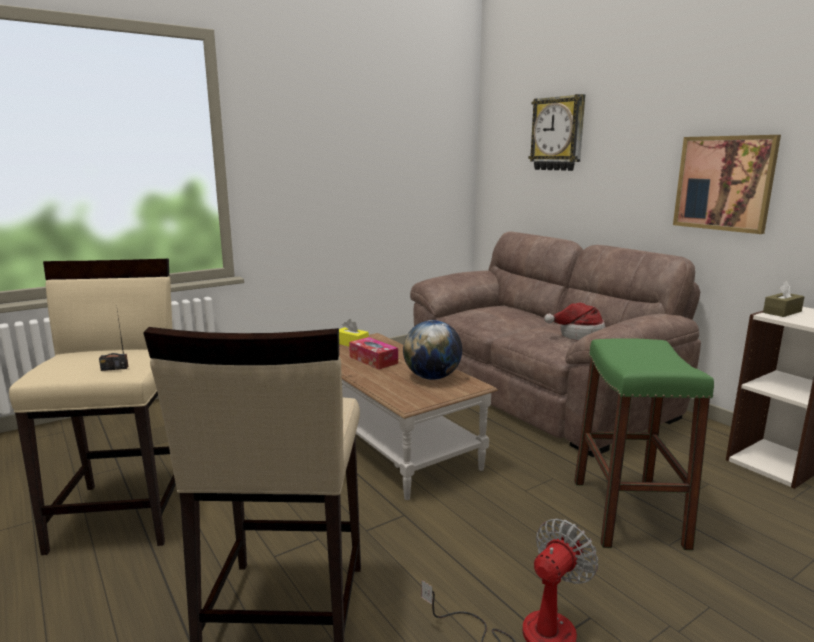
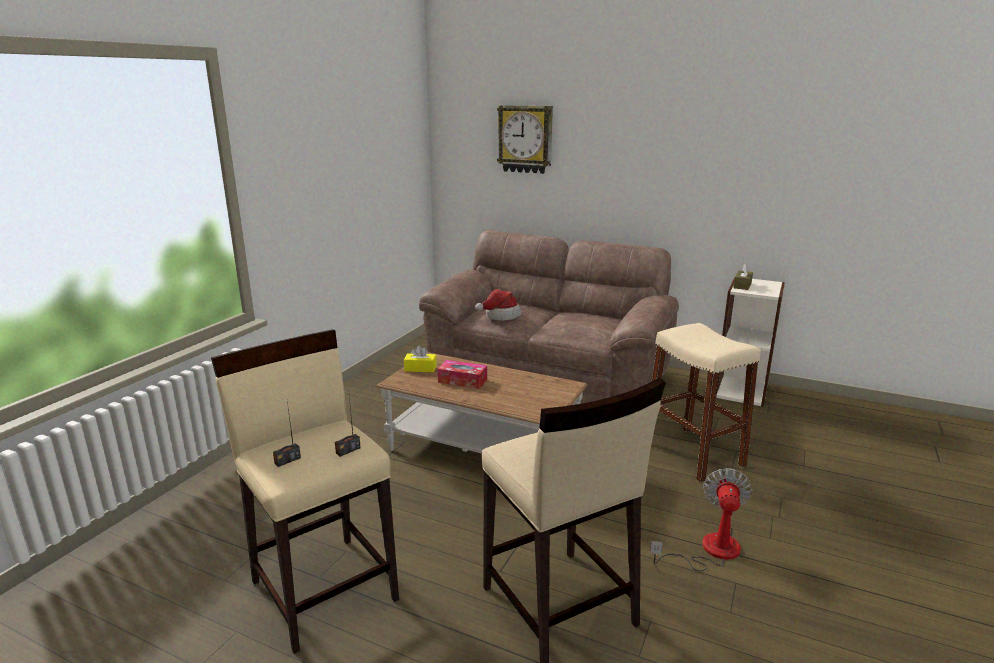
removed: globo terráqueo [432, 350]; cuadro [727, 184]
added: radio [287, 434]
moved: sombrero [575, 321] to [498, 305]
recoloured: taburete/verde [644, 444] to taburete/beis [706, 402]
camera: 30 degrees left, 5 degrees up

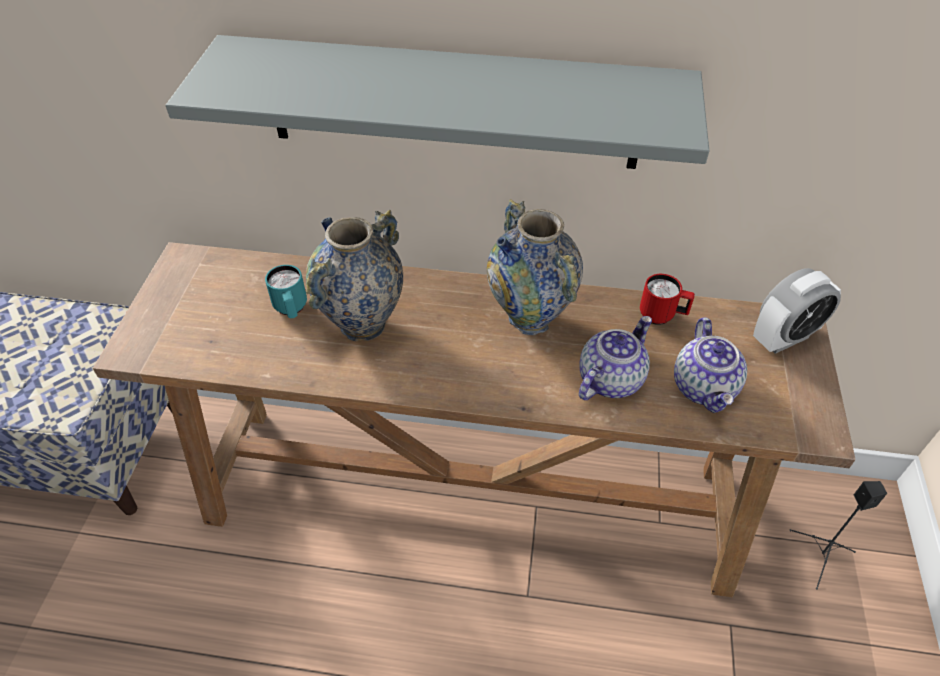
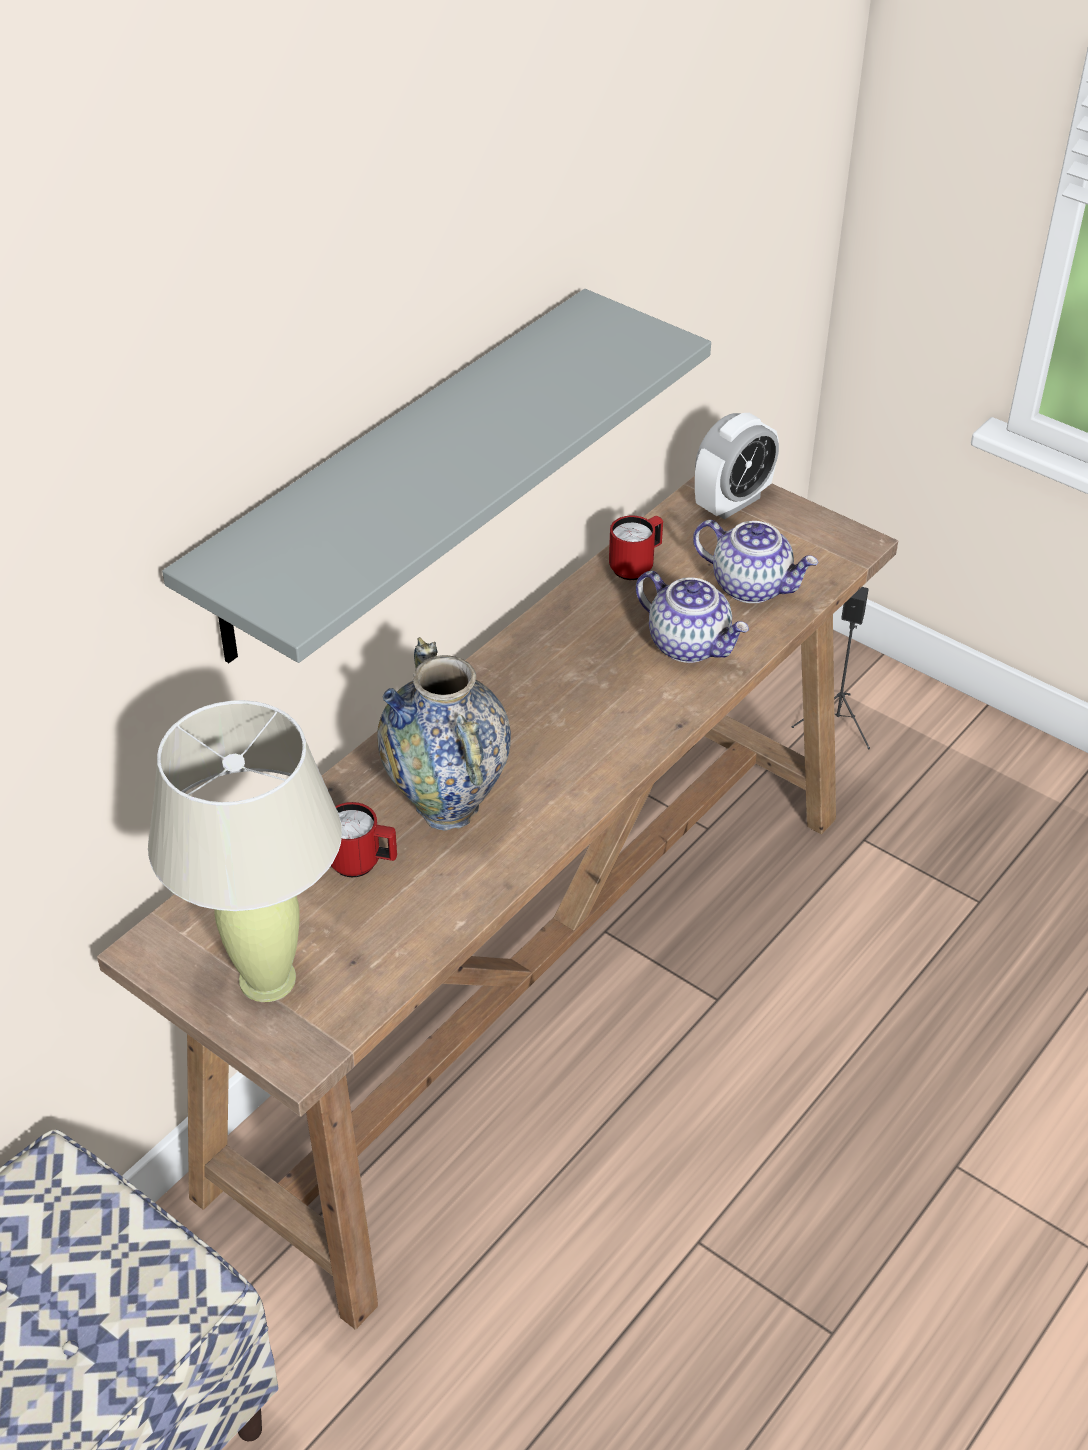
removed: florero [535, 267]
added: lámpara de mesa/beis [245, 851]
recoloured: taza grande/turquesa [286, 291] to taza grande/rojo [364, 839]
turned: tetera [615, 358] = [692, 617] 150 degrees clockwise; despertador [797, 311] = [737, 466] 45 degrees clockwise
camera: 60 degrees left, 5 degrees down

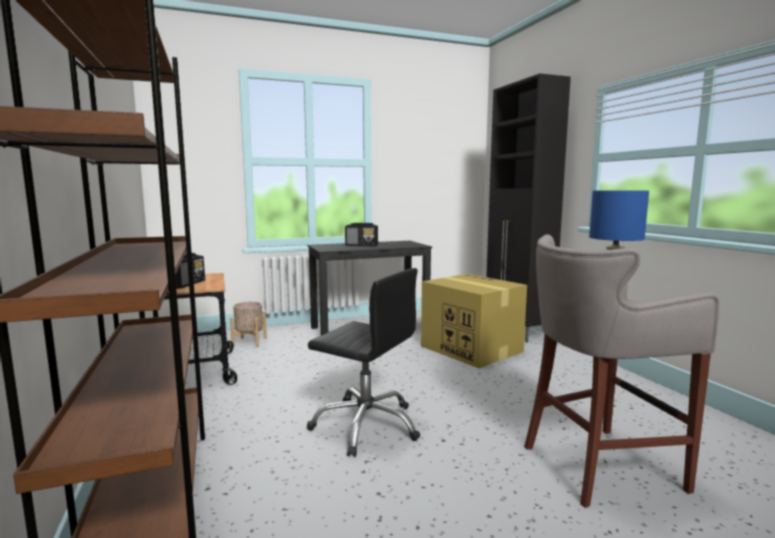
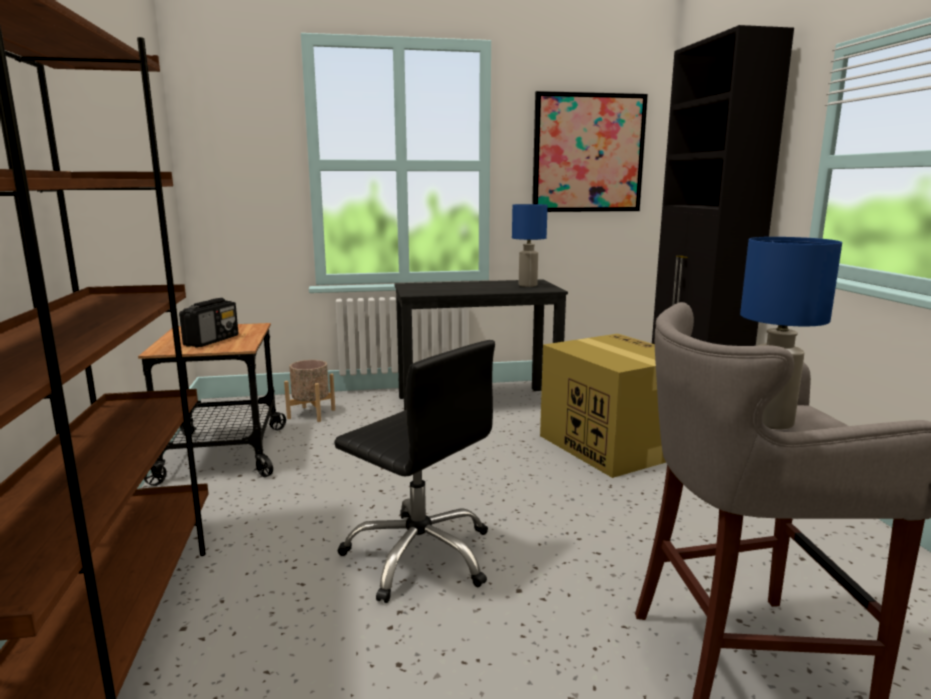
removed: radio [361, 234]
added: lámpara de mesa/azul [530, 245]; cuadro [590, 151]
camera: 10 degrees right, 5 degrees up

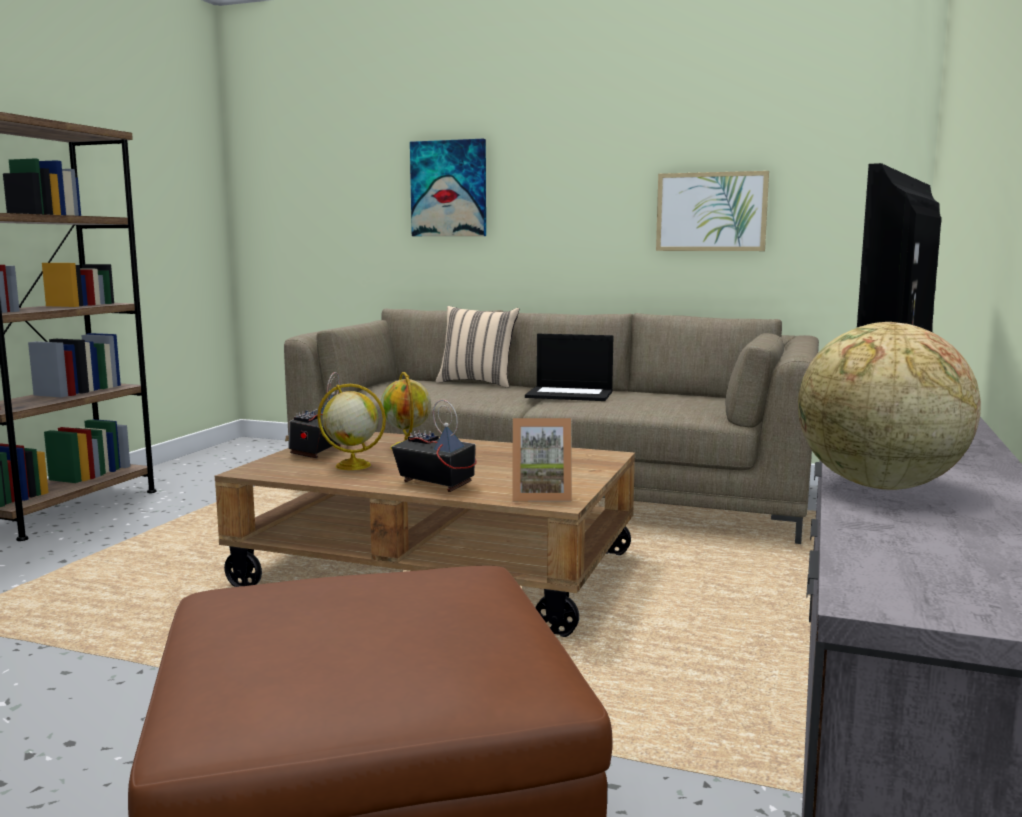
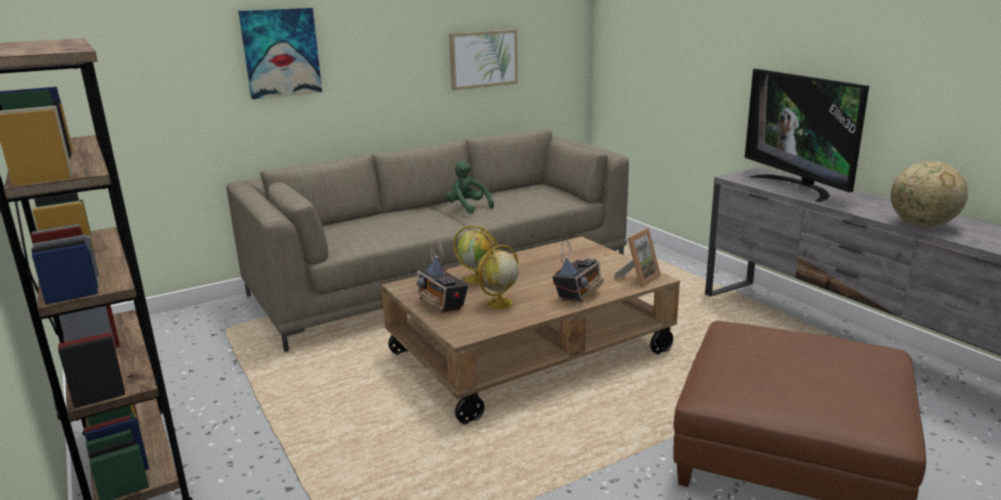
removed: cojín/beis [477, 347]
replaced: portátil [569, 367] to peluche/verde [470, 187]
turned: radio [434, 445] = [578, 271] 135 degrees clockwise
camera: 50 degrees left, 10 degrees up

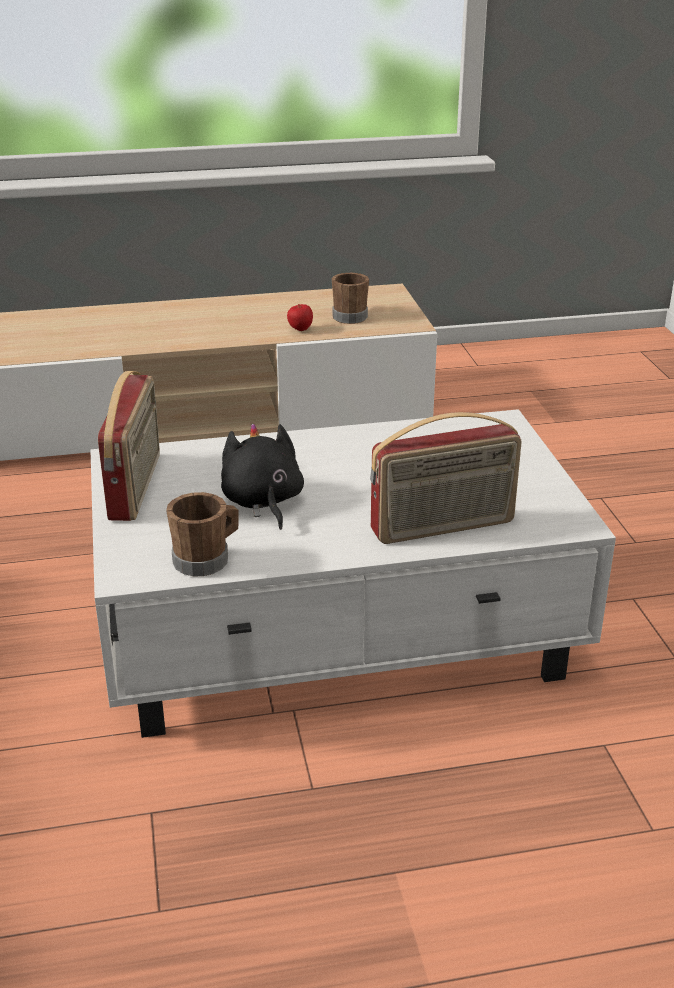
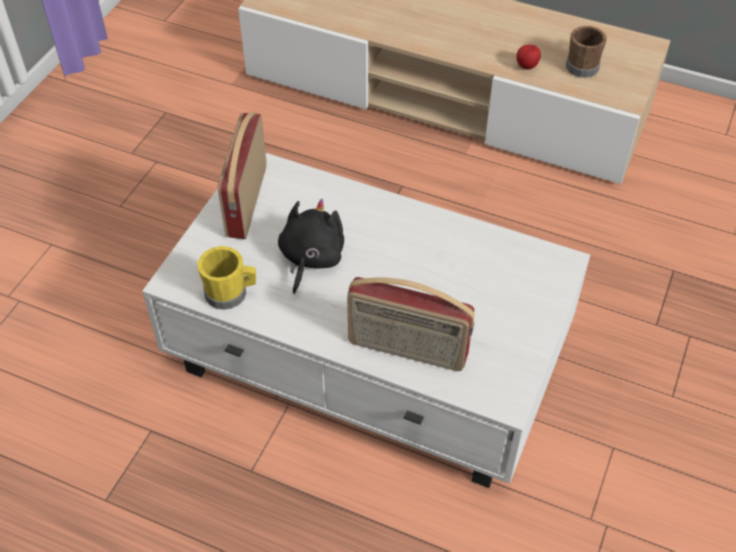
recoloured: taza grande/marrón [202, 534] to taza grande/amarillo [226, 278]
turned: radio [129, 446] = [242, 175] 150 degrees clockwise
camera: 35 degrees right, 20 degrees up

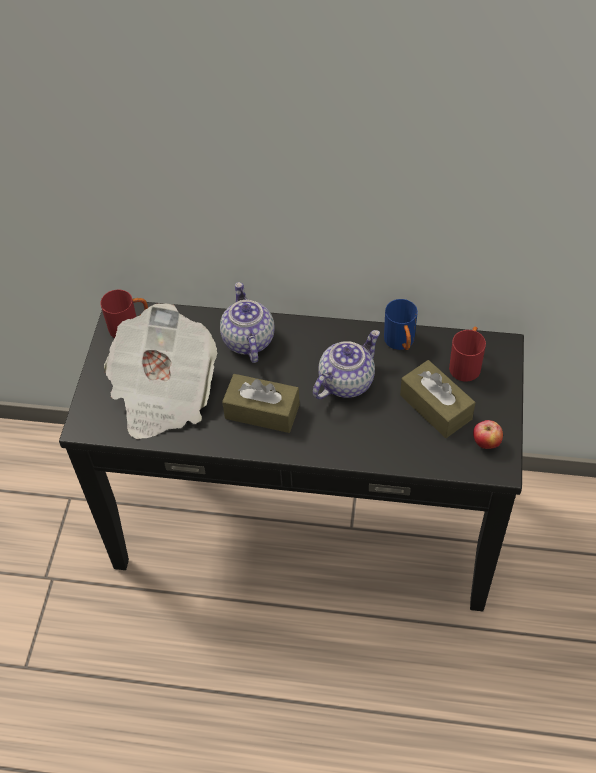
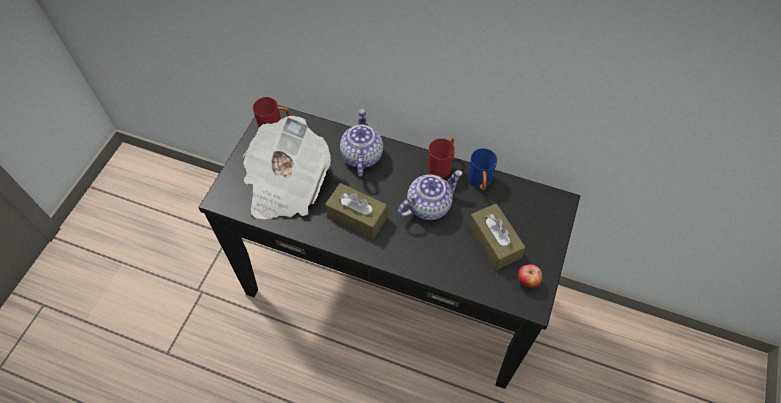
moved: taza grande/rojo [467, 354] to [441, 157]
camera: 10 degrees right, 5 degrees up

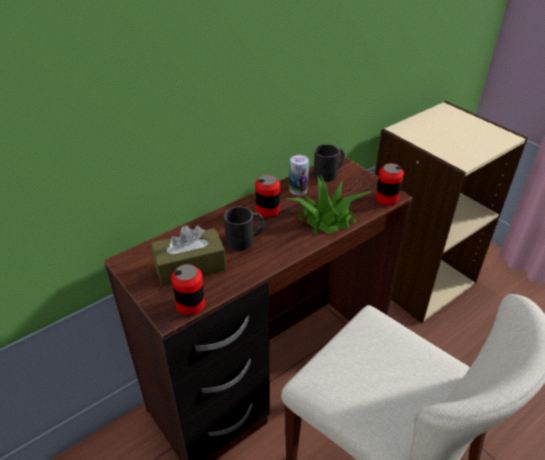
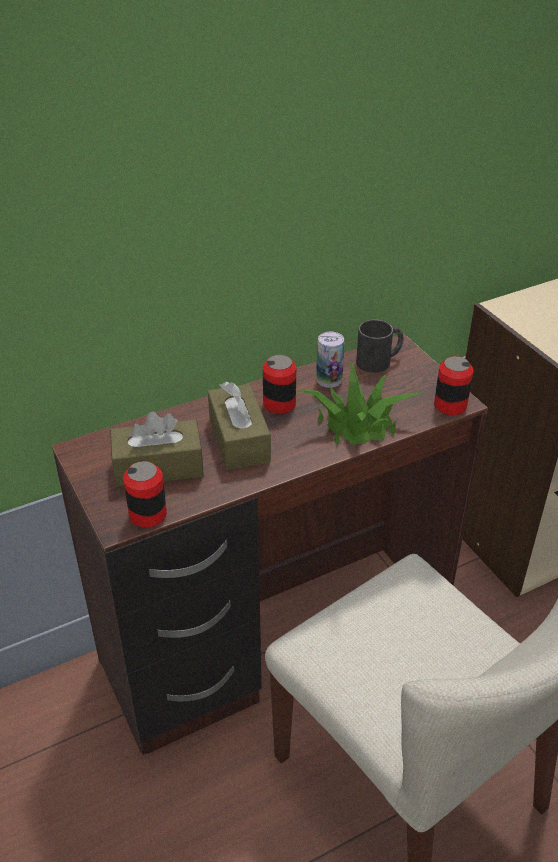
replaced: taza grande/negro [244, 229] to caja de pañuelos/marrón [239, 426]
camera: 10 degrees right, 0 degrees up

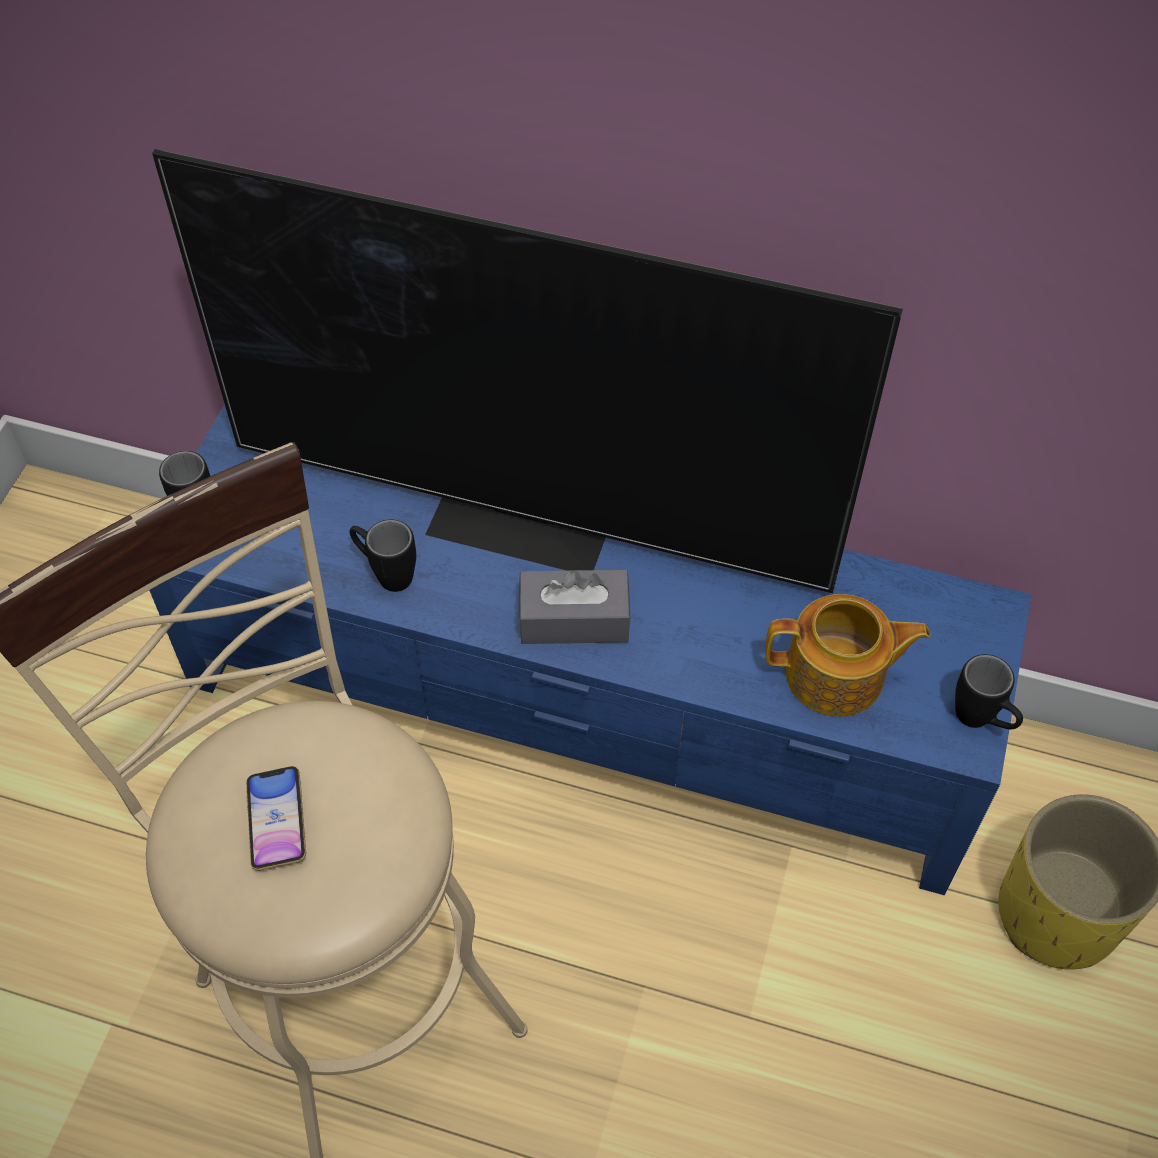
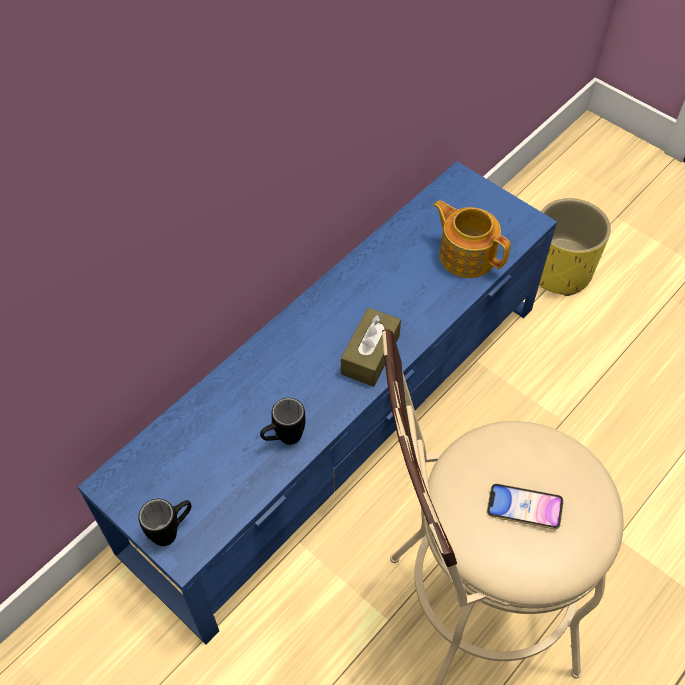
removed: televisor [527, 371]; taza grande/negro [989, 692]
recoloured: caja de pañuelos/gris [575, 607] to caja de pañuelos/marrón [371, 347]
turned: tetera [848, 655] = [471, 239] 75 degrees counterclockwise
camera: 65 degrees left, 0 degrees up

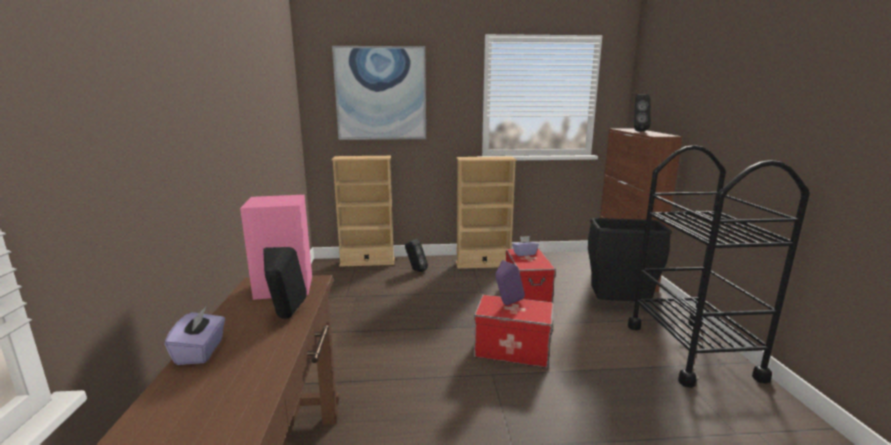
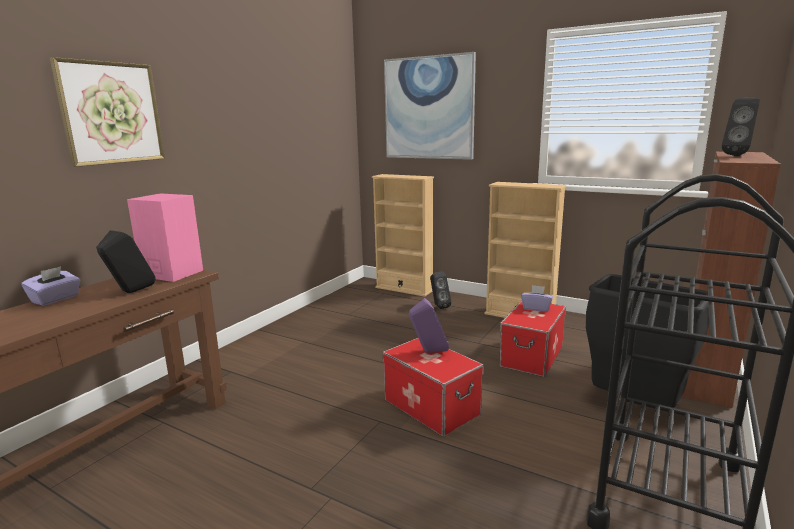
added: cuadro [107, 112]
camera: 35 degrees right, 0 degrees up

